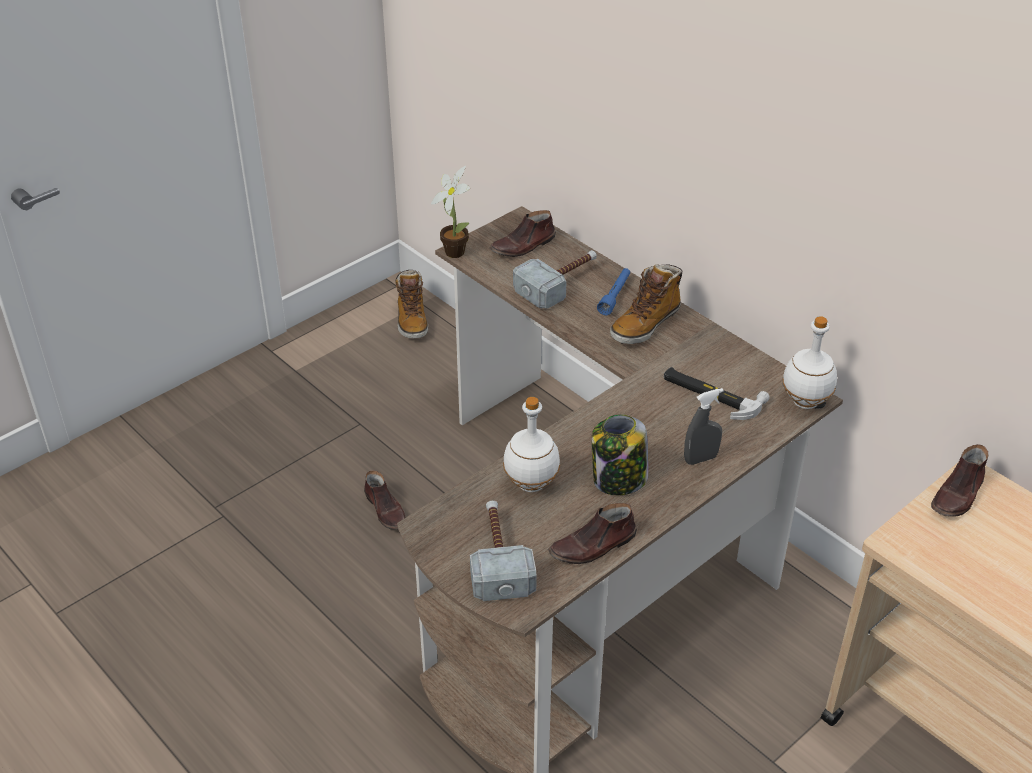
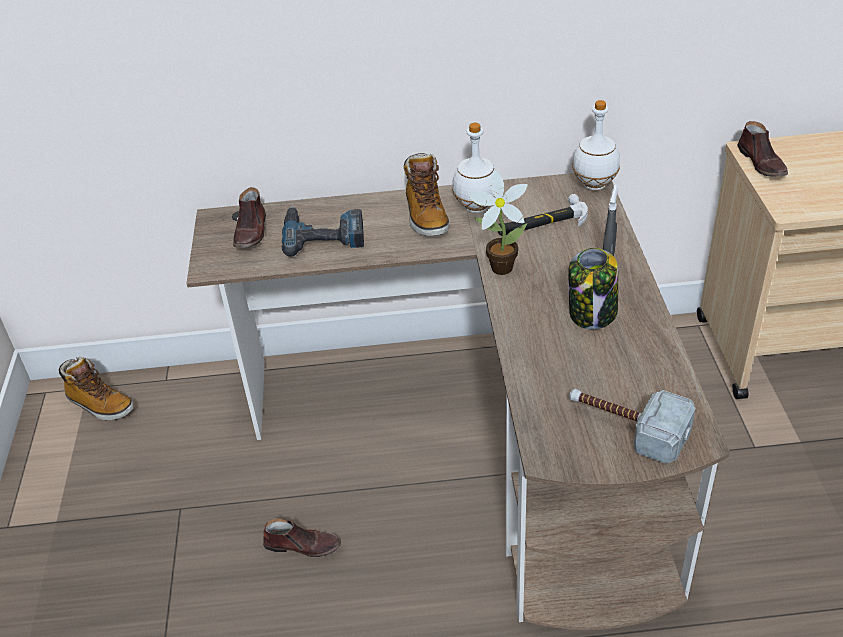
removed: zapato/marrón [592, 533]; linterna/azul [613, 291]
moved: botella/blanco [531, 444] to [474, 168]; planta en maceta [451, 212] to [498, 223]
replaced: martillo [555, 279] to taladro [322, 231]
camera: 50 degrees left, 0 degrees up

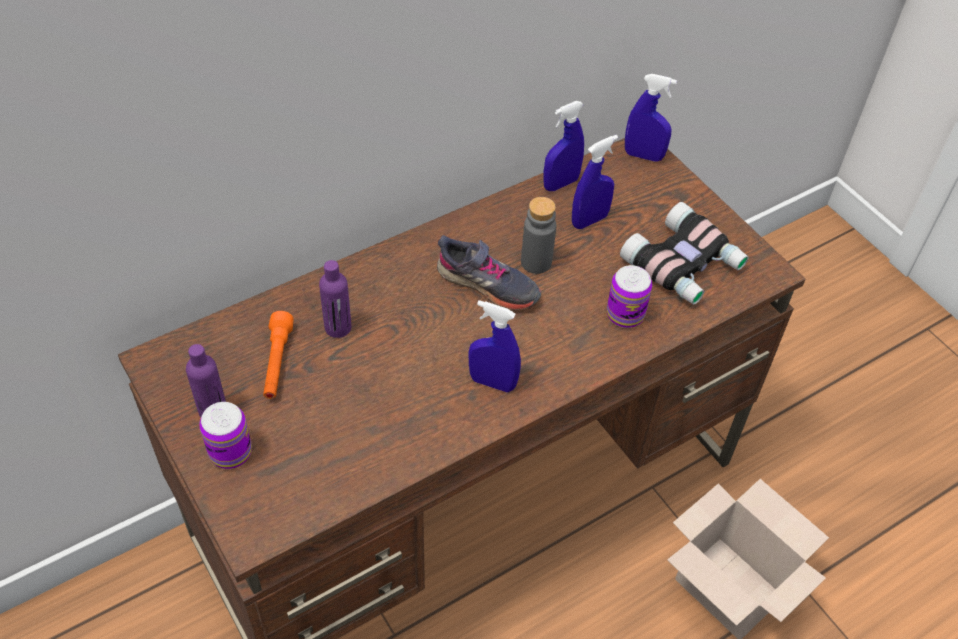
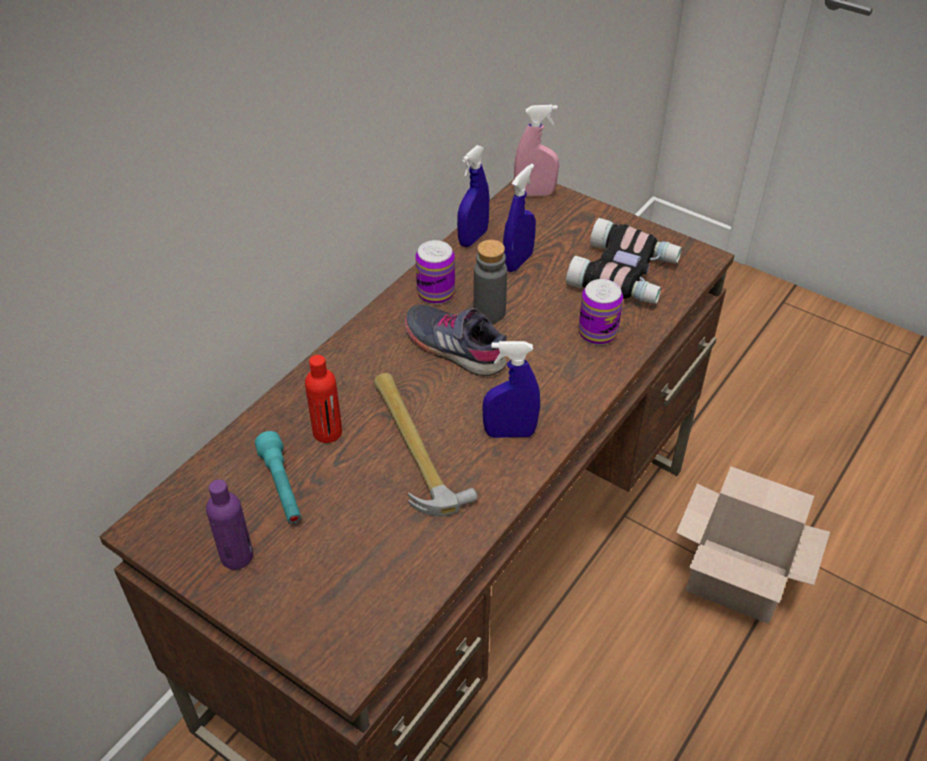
added: martillo [425, 444]
moved: lata [225, 435] to [435, 272]
recoloured: linterna/naranja [278, 355] to linterna/turquesa [278, 477]; botella/morado [335, 299] to botella/rojo [323, 399]; pulverizador/azul [651, 118] to pulverizador/rosa [536, 150]
turned: zapato/gris [489, 272] = [455, 340] 150 degrees counterclockwise
camera: 20 degrees left, 5 degrees down

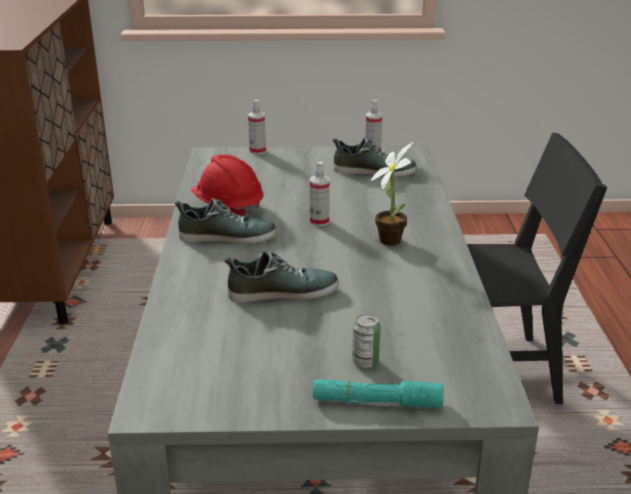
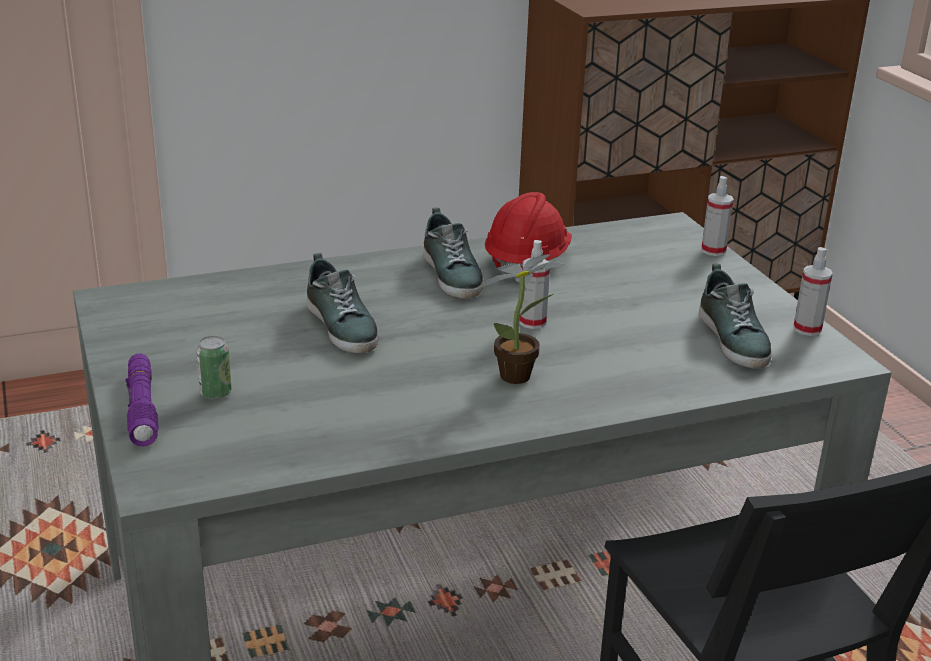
recoloured: linterna/turquesa [378, 393] to linterna/morado [142, 400]
camera: 70 degrees right, 0 degrees up

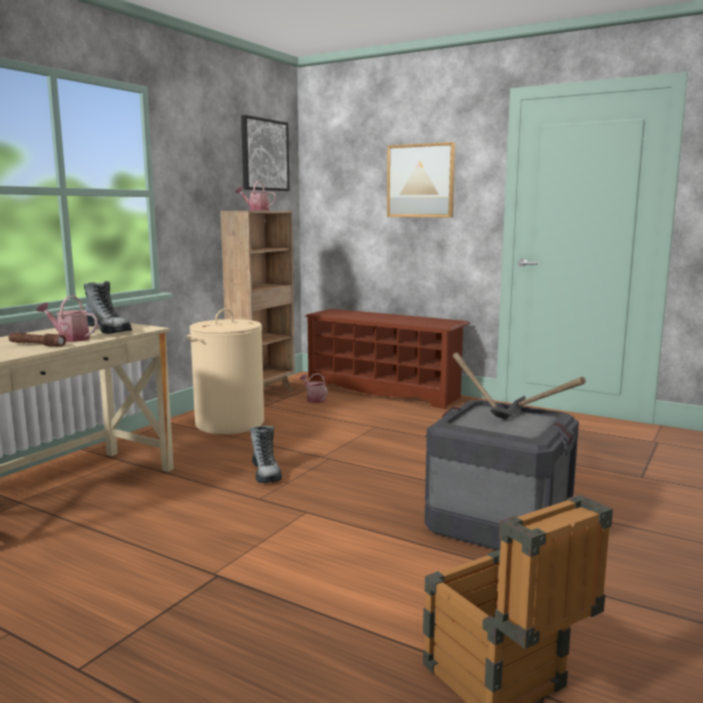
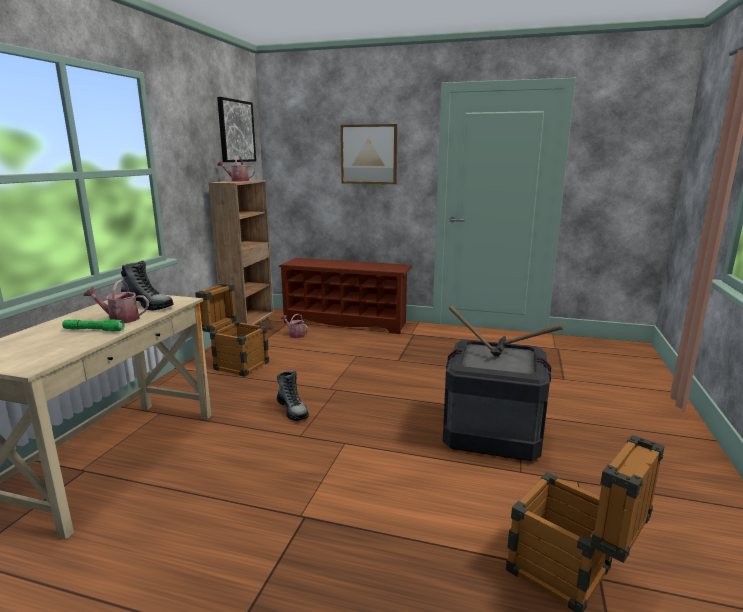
replaced: cesto de la ropa/beis [225, 371] to caja de embalaje [232, 330]
recoloured: linterna/marrón [37, 339] to linterna/verde [93, 325]
camera: 15 degrees left, 5 degrees up

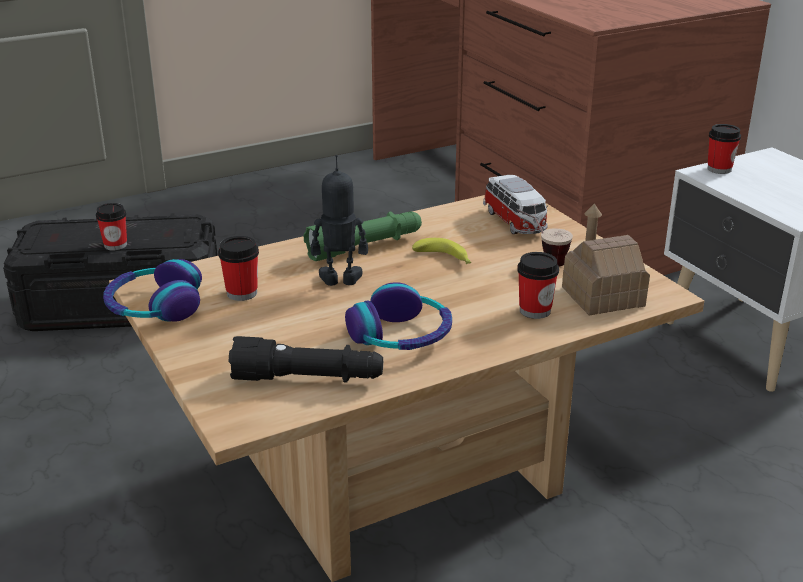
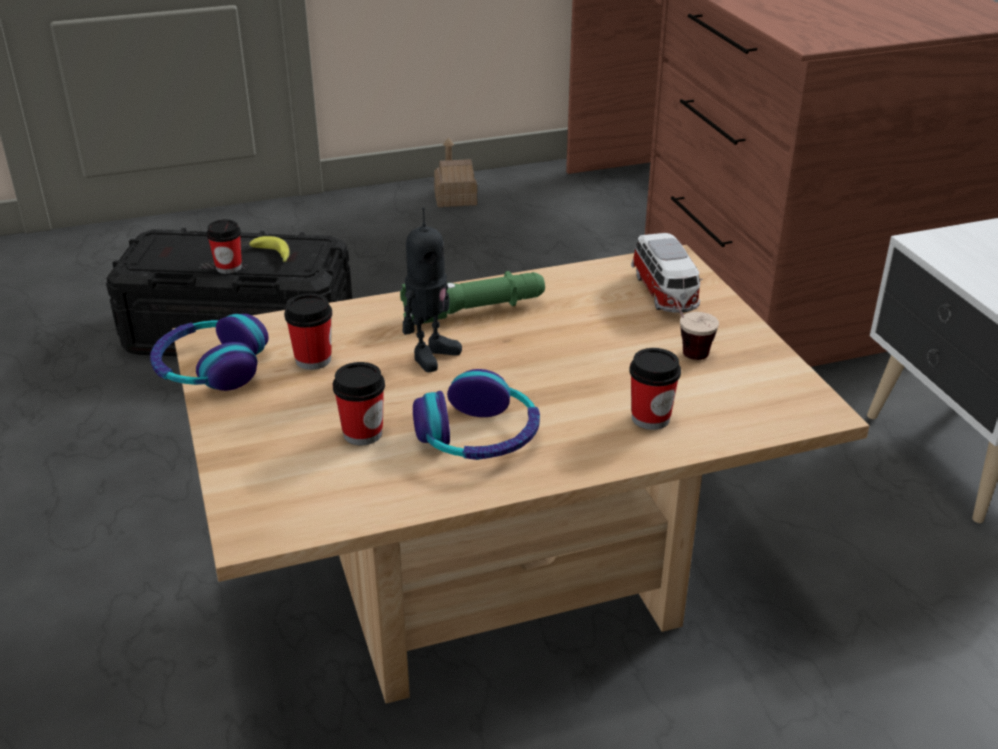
removed: linterna/negro [306, 359]
moved: plátano [441, 251] to [269, 249]; taza [724, 149] to [359, 403]; casita [606, 259] to [455, 172]
turned: robot de juguete [339, 220] = [432, 290] 120 degrees clockwise
camera: 10 degrees right, 5 degrees up

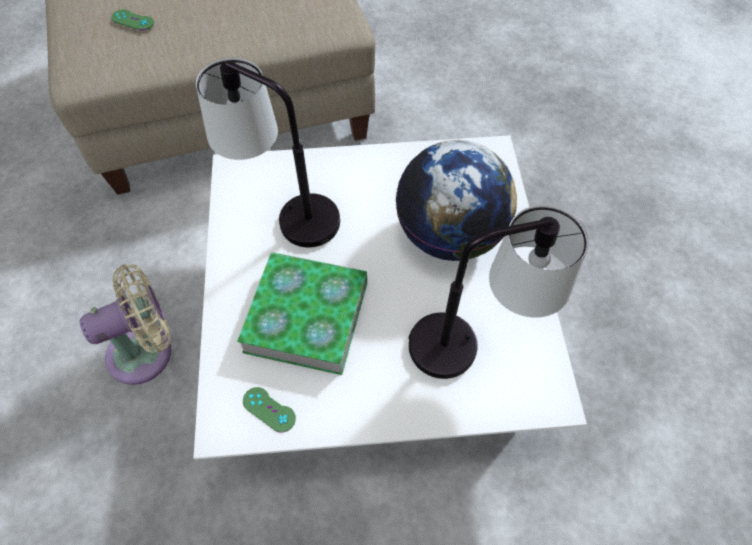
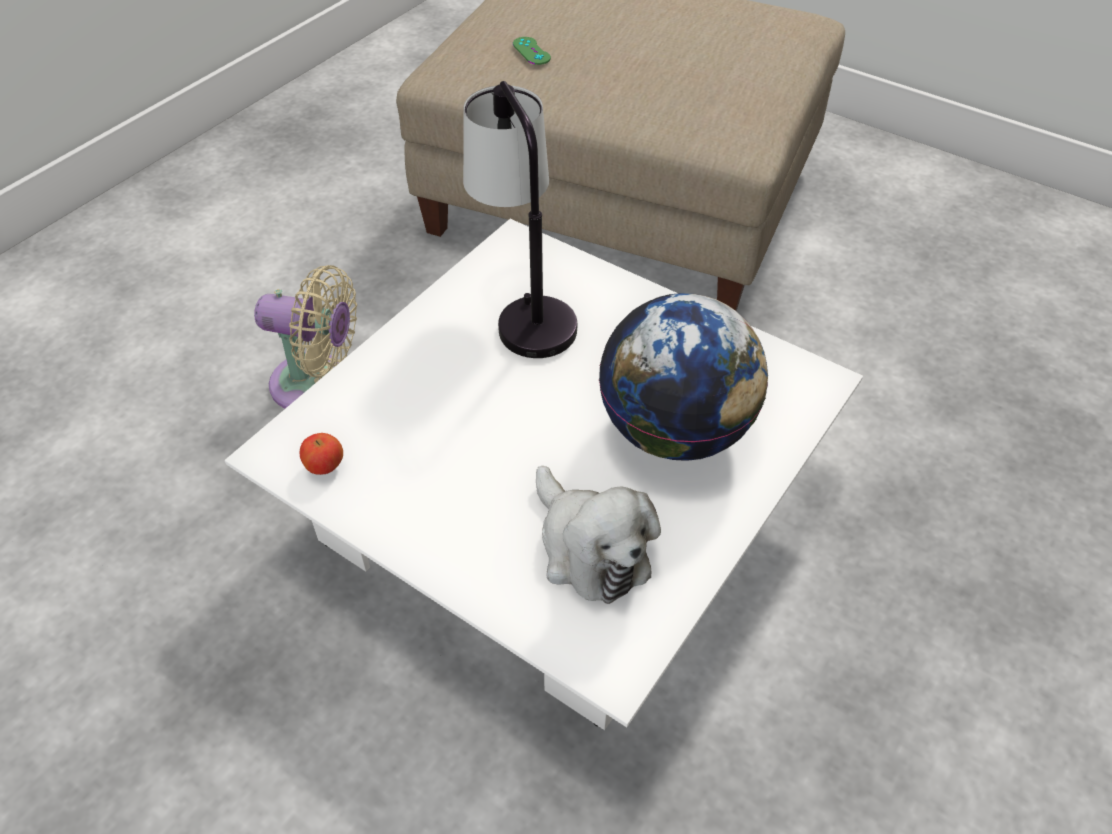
removed: libro [302, 313]
replaced: mando de consola/verde [269, 410] to manzana [321, 454]; lámpara de mesa [498, 292] to peluche [598, 535]
camera: 40 degrees right, 10 degrees down

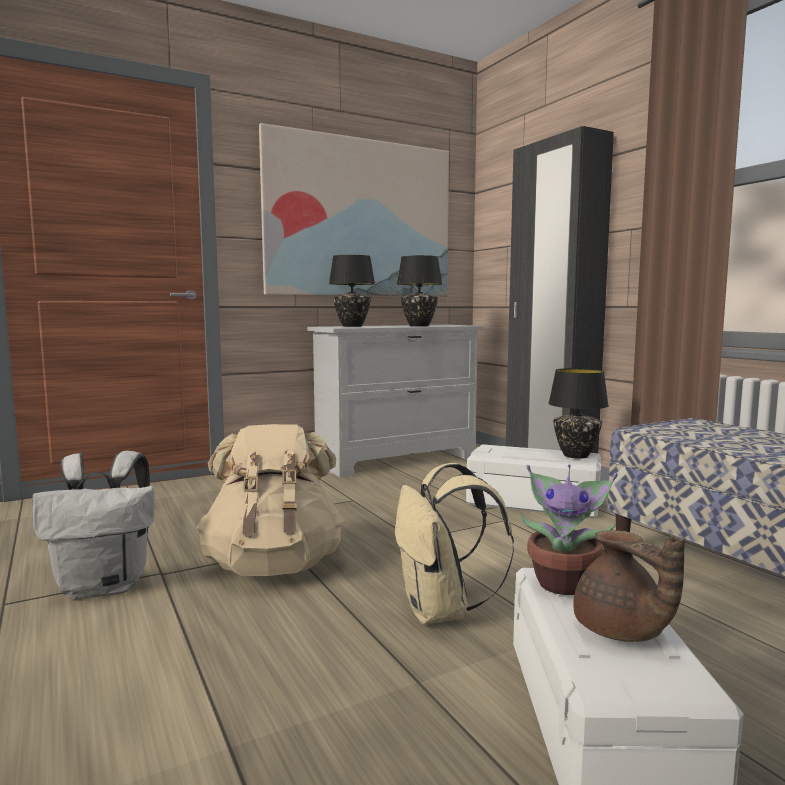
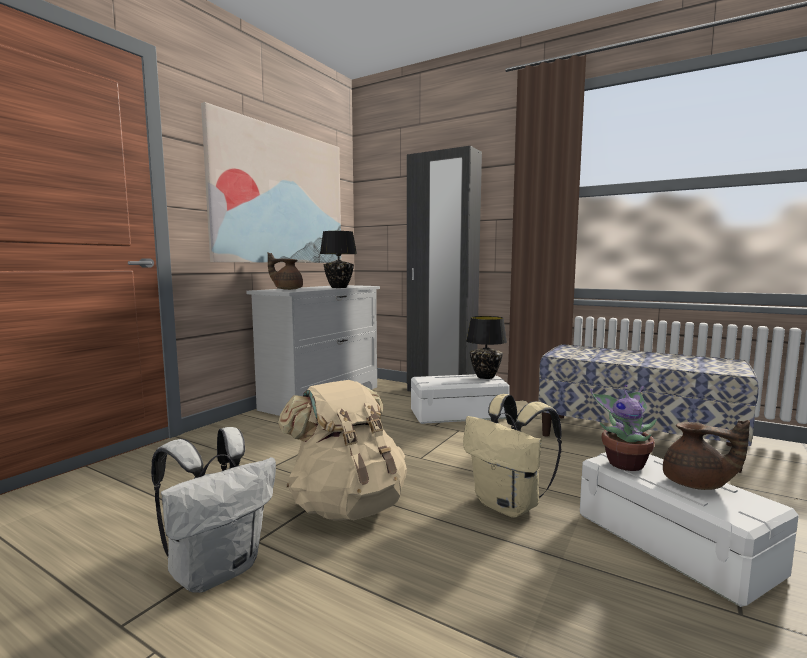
replaced: lámpara de mesa/negro [352, 291] to tetera/marrón [285, 271]
camera: 30 degrees left, 0 degrees up

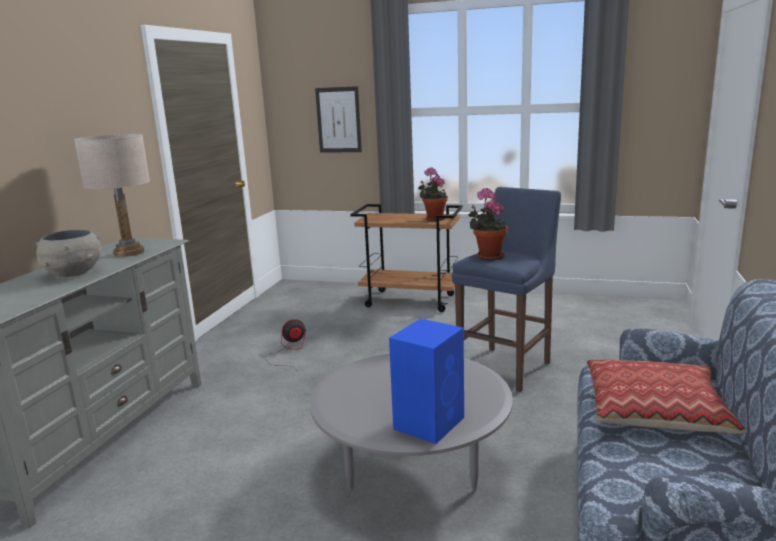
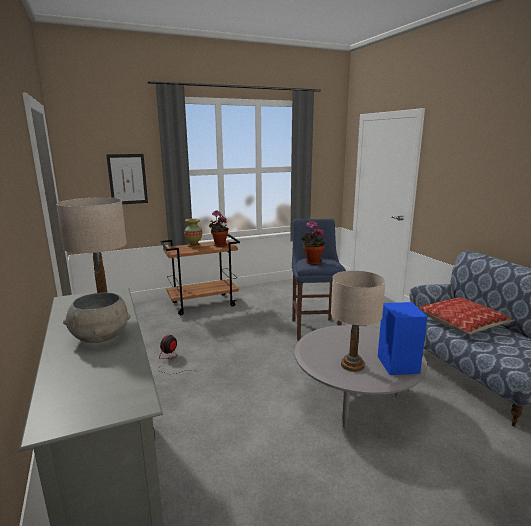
added: florero [193, 233]; lámpara de mesa/beis [358, 321]
camera: 40 degrees left, 0 degrees up

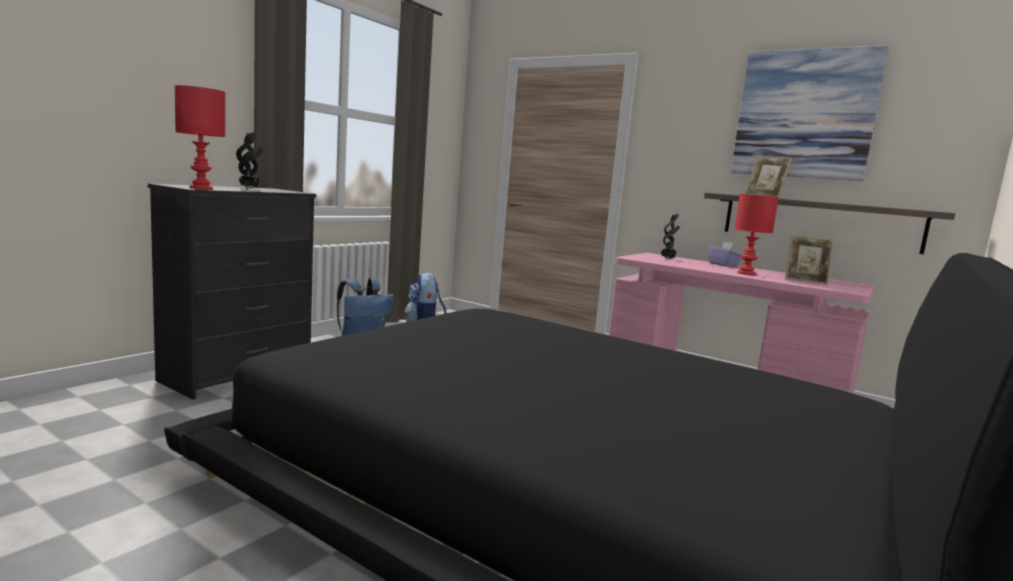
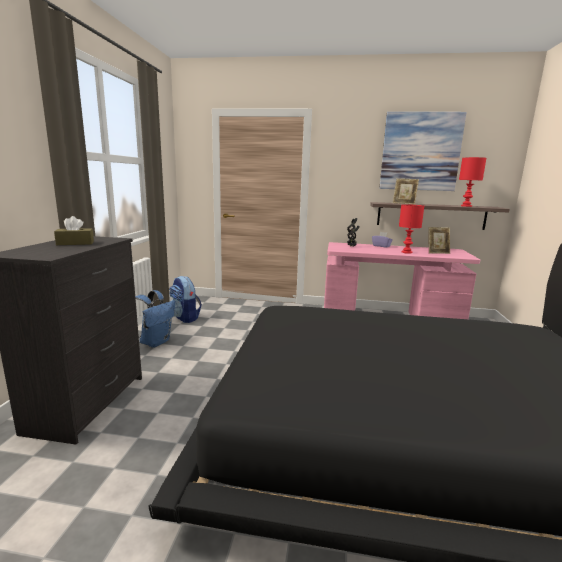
moved: lámpara de mesa/rojo [200, 137] to [472, 182]
replaced: planta en maceta [249, 160] to caja de pañuelos/marrón [74, 230]
camera: 25 degrees left, 5 degrees up

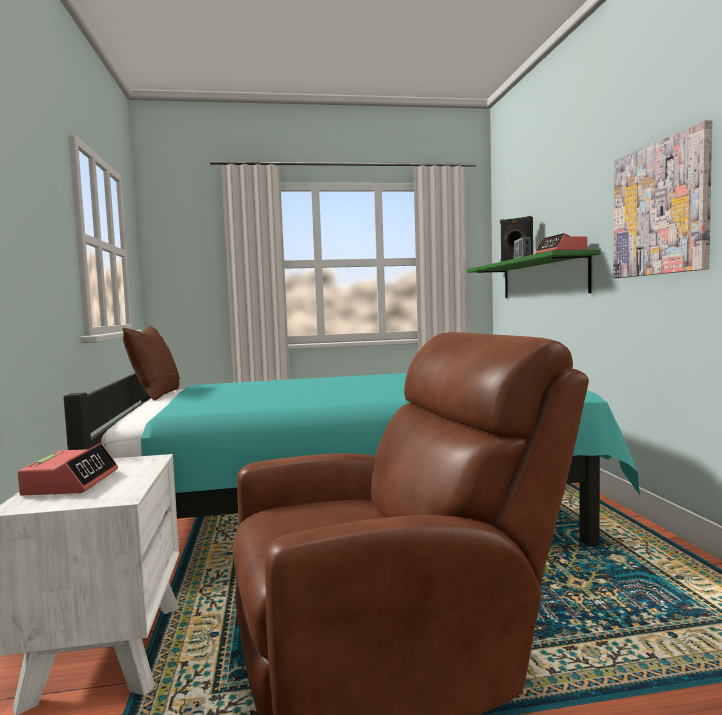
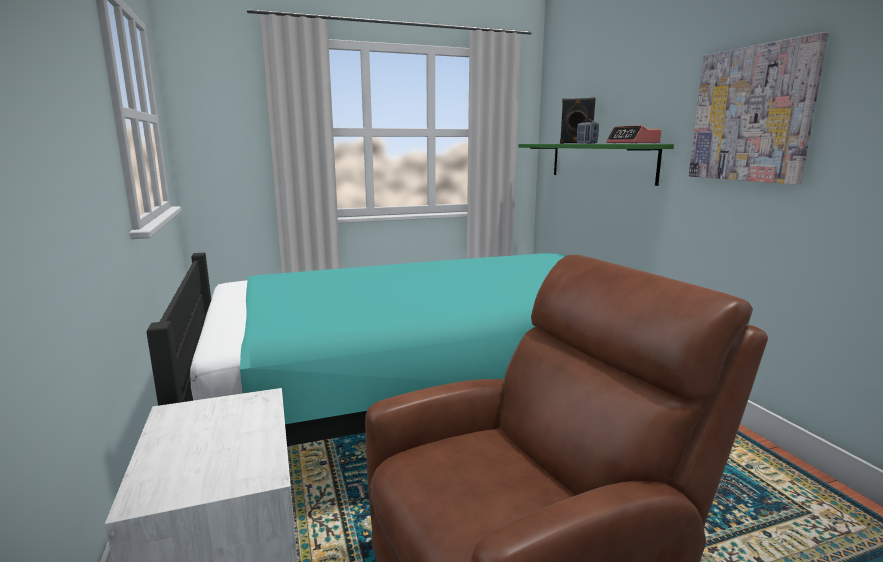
removed: despertador [68, 469]; cojín/marrón [151, 363]
camera: 10 degrees left, 10 degrees up

